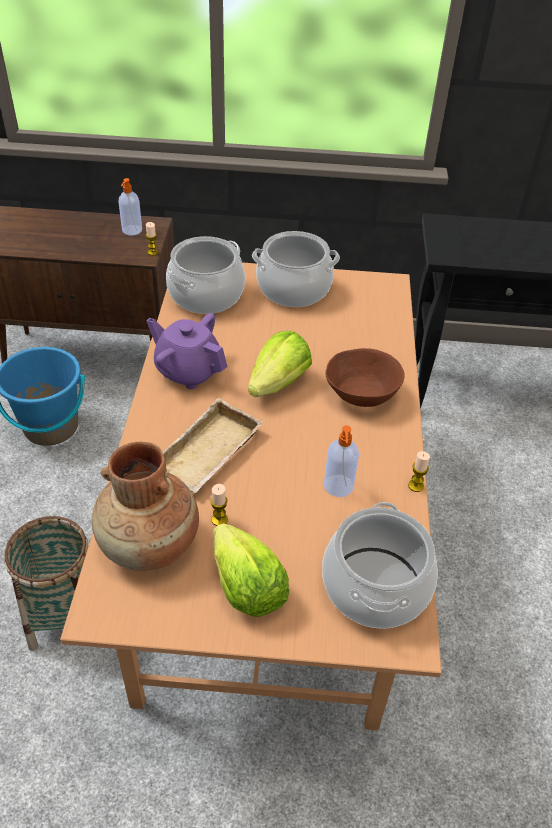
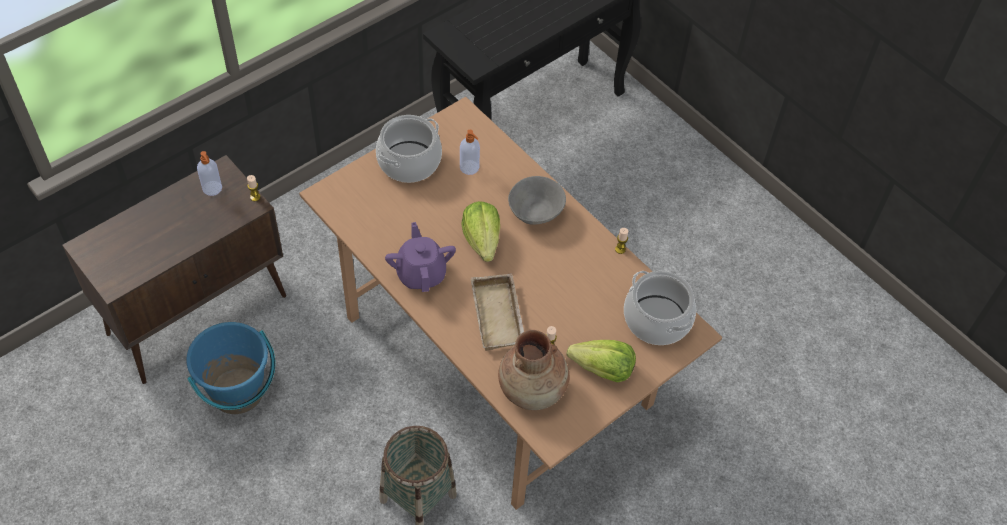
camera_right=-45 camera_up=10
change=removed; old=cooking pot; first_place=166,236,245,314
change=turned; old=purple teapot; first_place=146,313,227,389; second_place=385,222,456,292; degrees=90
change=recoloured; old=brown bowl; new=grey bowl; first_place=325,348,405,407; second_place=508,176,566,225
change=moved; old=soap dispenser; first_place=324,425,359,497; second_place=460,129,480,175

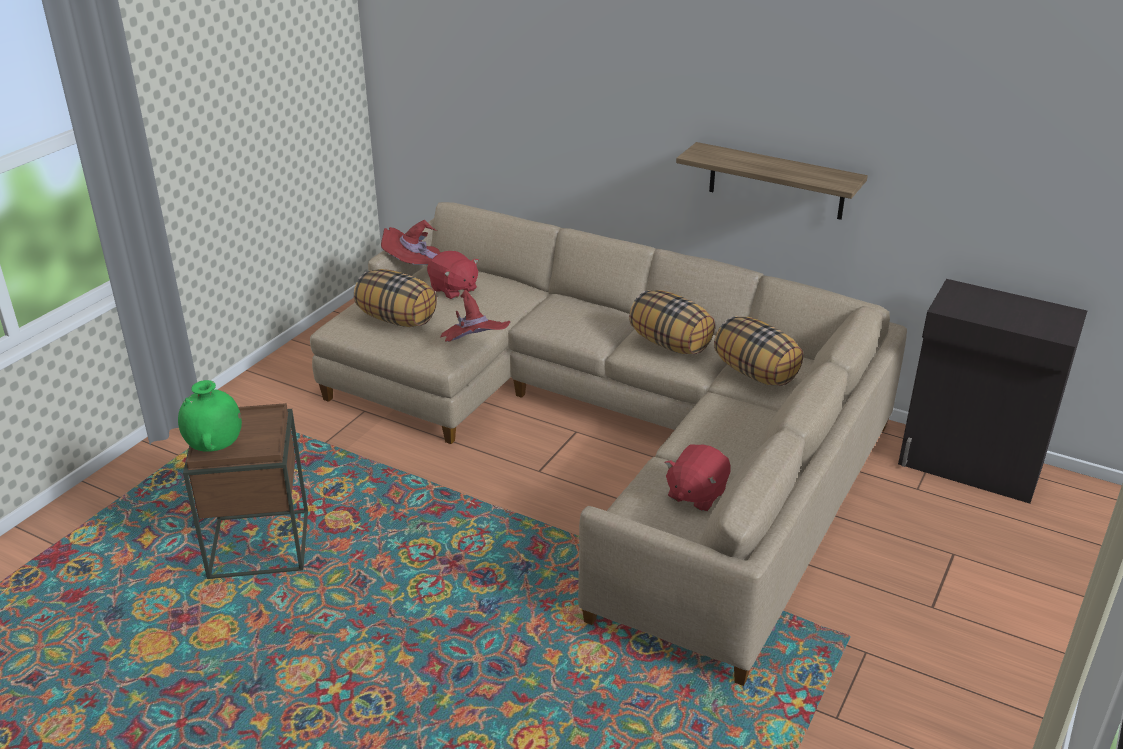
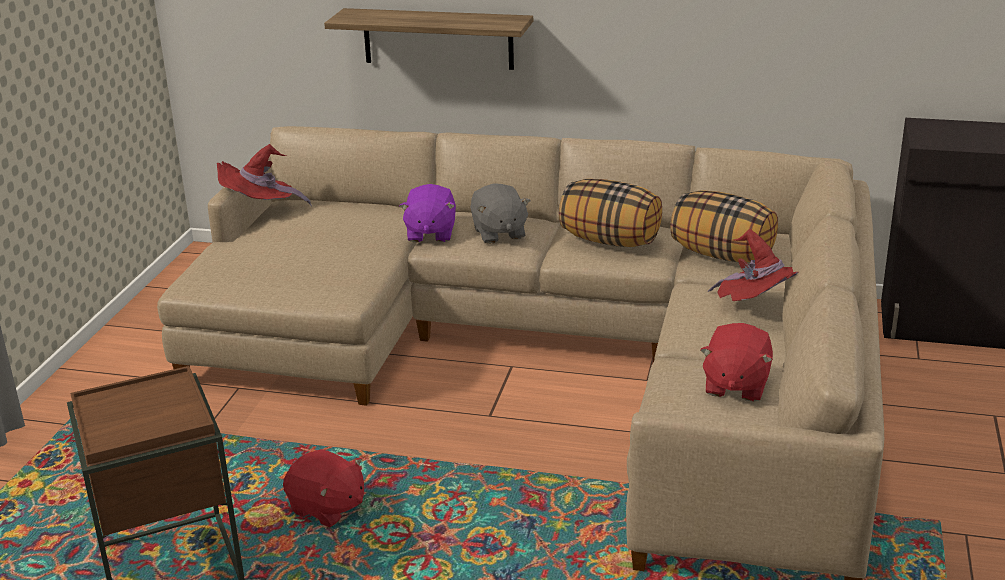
camera_right=-15 camera_up=-5
change=moved; old=shelf; first_place=676,142,868,220; second_place=324,8,533,70
change=moved; old=red plush toy; first_place=427,251,479,299; second_place=283,449,364,527
change=removed; old=pillow; first_place=354,269,437,327
change=moved; old=red hat; first_place=440,290,510,342; second_place=708,229,798,301
change=removed; old=green vase; first_place=178,380,242,452
change=added; new=grey plush toy; second_place=470,183,530,244
change=added; new=purple plush toy; second_place=399,184,456,242

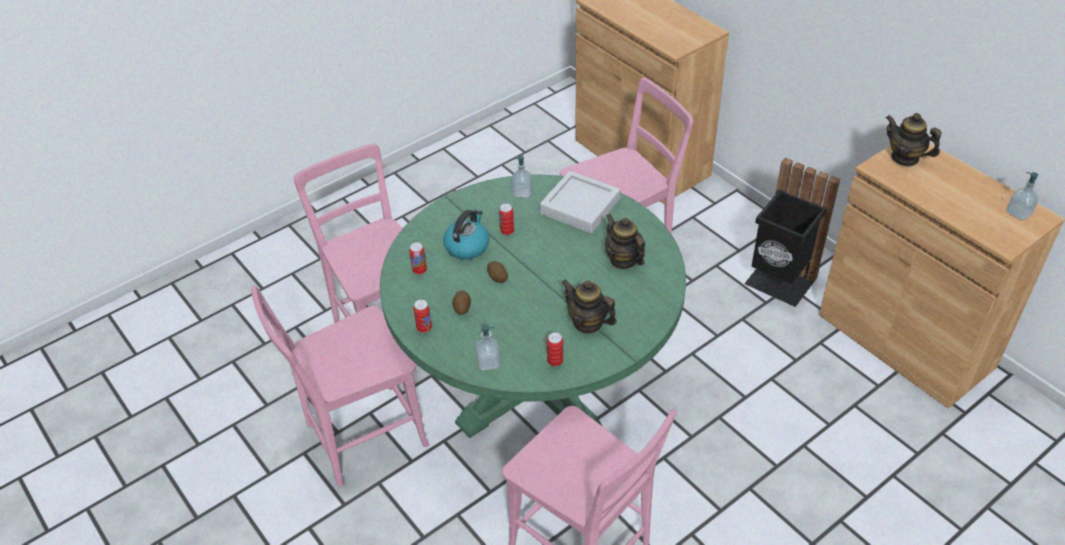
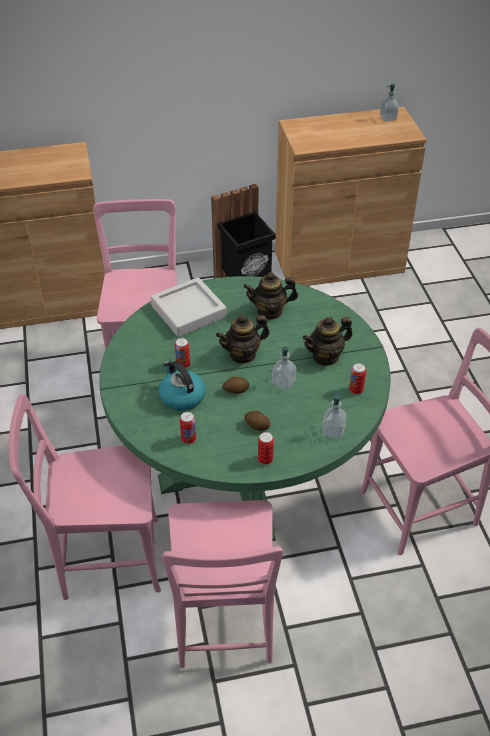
camera_right=-65 camera_up=0
change=moved; old=teapot; first_place=886,113,942,166; second_place=216,315,270,364
change=moved; old=soap dispenser; first_place=512,155,533,198; second_place=272,346,296,390

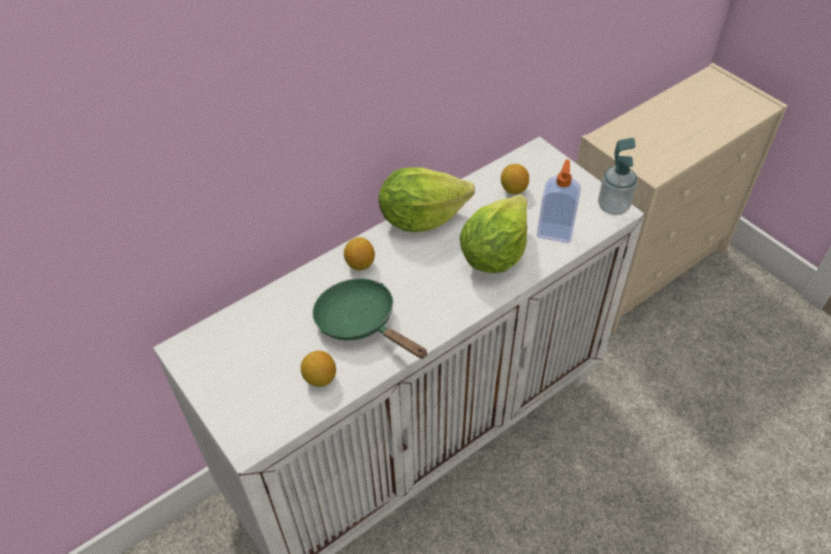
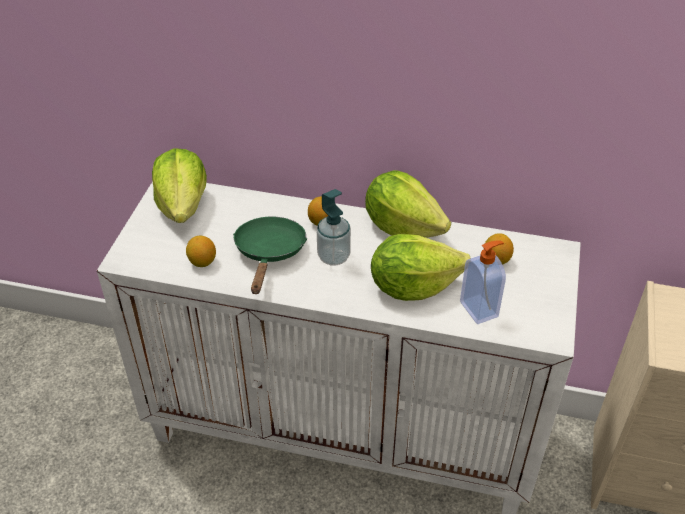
camera_right=50 camera_up=-5
change=moved; old=soap dispenser; first_place=598,138,637,215; second_place=317,189,351,265
change=added; new=lettuce; second_place=152,148,207,223

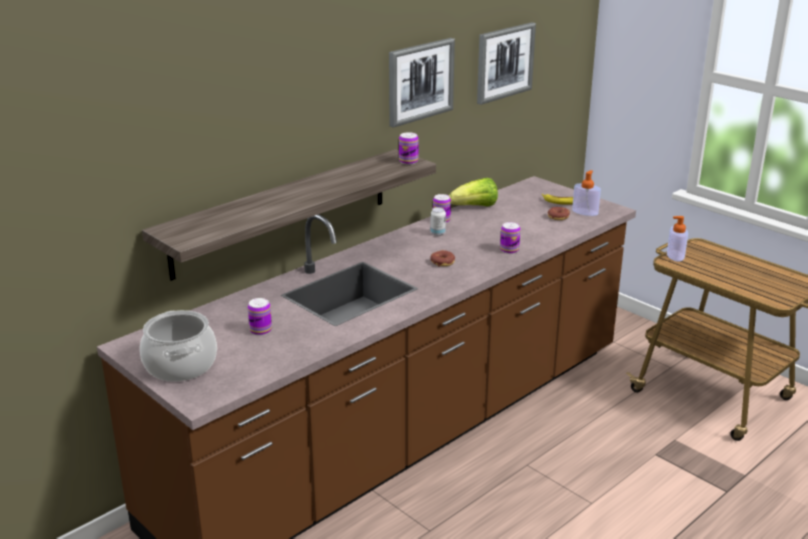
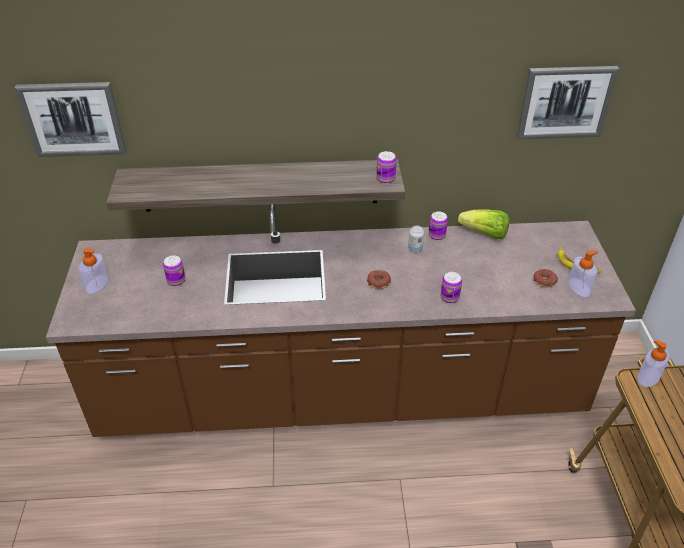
camera_right=40 camera_up=15
change=moved; old=picture; first_place=389,38,455,128; second_place=14,82,126,157
change=replaced; old=cooking pot; new=soap dispenser; first_place=140,310,217,382; second_place=79,248,108,294

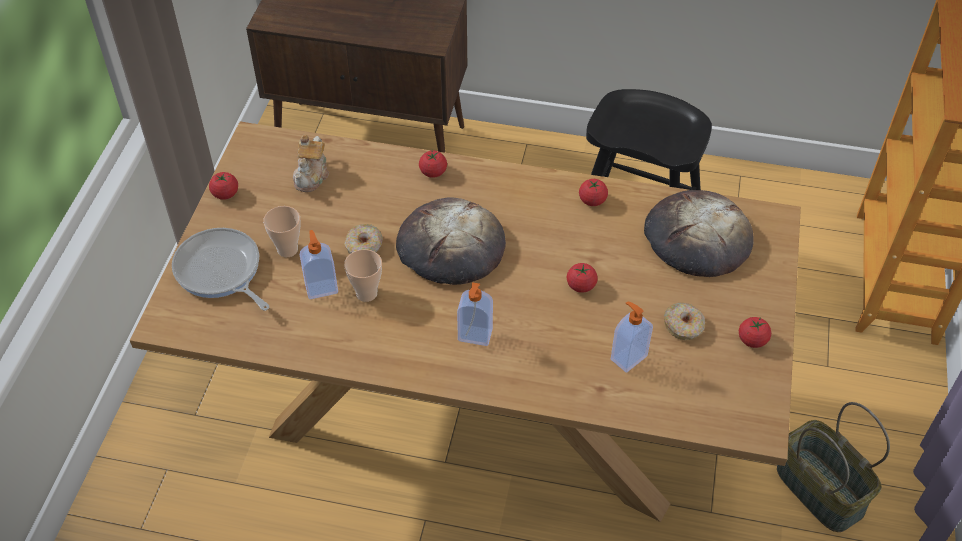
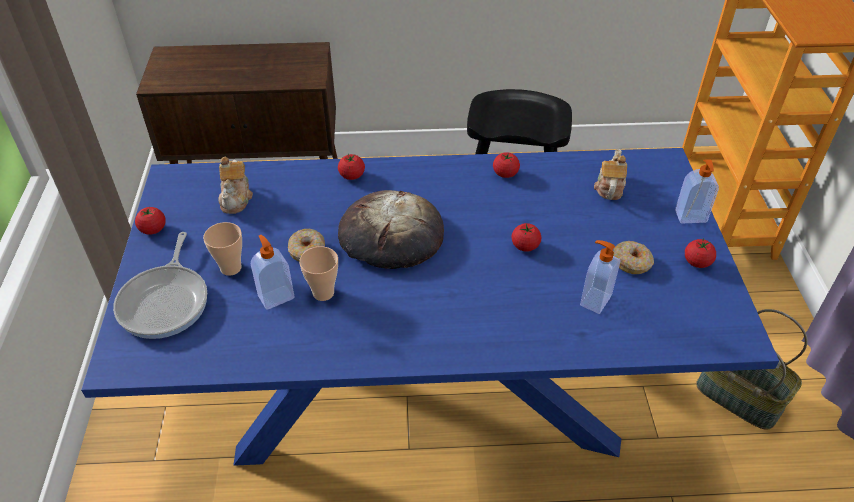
camera_right=-15 camera_up=-5
change=recoloured; old=brown dining table; new=blue dining table; first_place=130,122,801,522; second_place=81,148,779,466
change=replaced; old=bread; new=teapot; first_place=644,190,754,277; second_place=594,149,627,200
change=turned; old=frying pan; first_place=172,228,270,311; second_place=113,232,207,339; degrees=-120
change=moved; old=soap dispenser; first_place=457,282,493,346; second_place=675,159,719,223

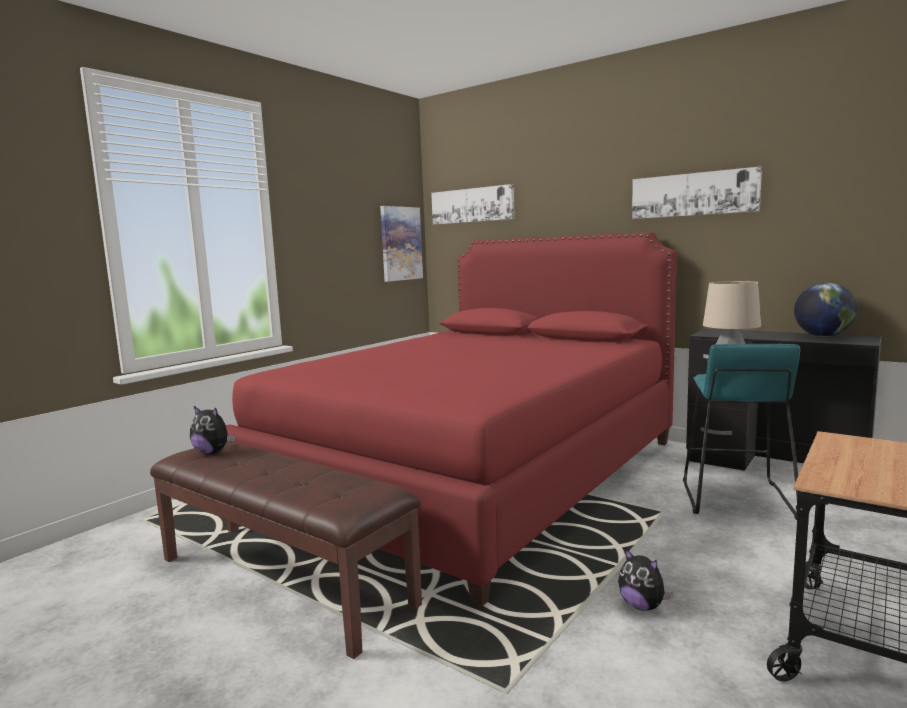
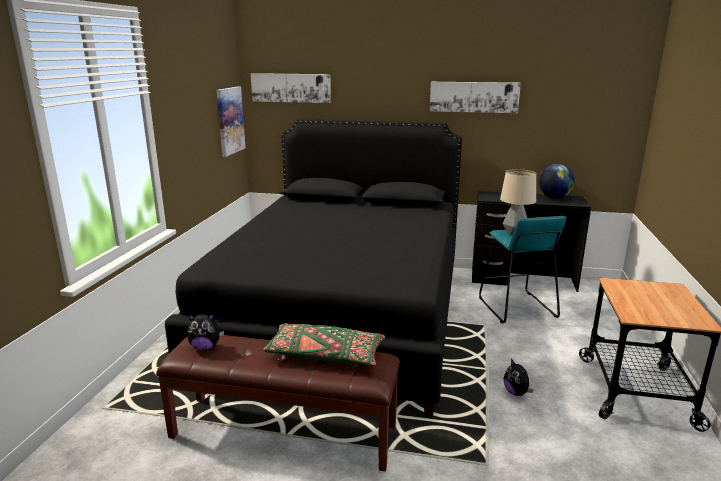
camera_right=-25 camera_up=10
change=recoloured; old=red bed; new=black bed; first_place=226,232,677,607; second_place=165,119,462,416
change=turned; old=plush toy; first_place=618,549,673,611; second_place=504,359,533,396; degrees=45
change=added; new=green pillow; second_place=263,323,385,366

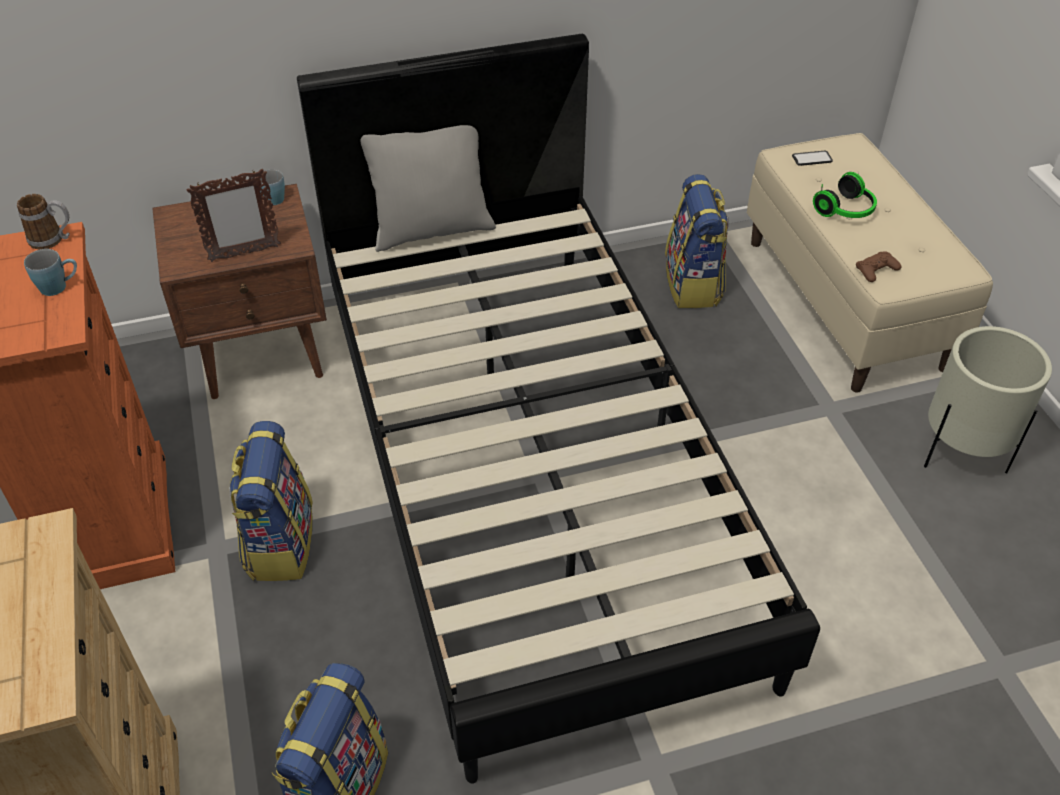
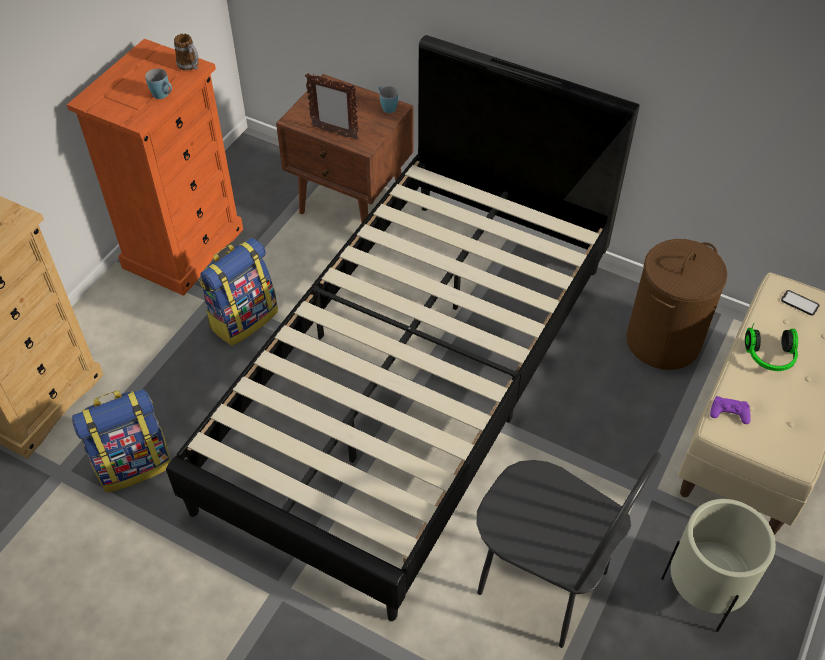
camera_right=45 camera_up=5
change=removed; old=grey pillow; first_place=360,125,496,252
change=replaced; old=backpack; new=brown laundry basket; first_place=665,174,728,308; second_place=626,239,728,370
change=recoloured; old=brown game controller; new=purple game controller; first_place=856,251,901,282; second_place=710,396,751,424
change=added; new=black chair; second_place=476,452,661,648

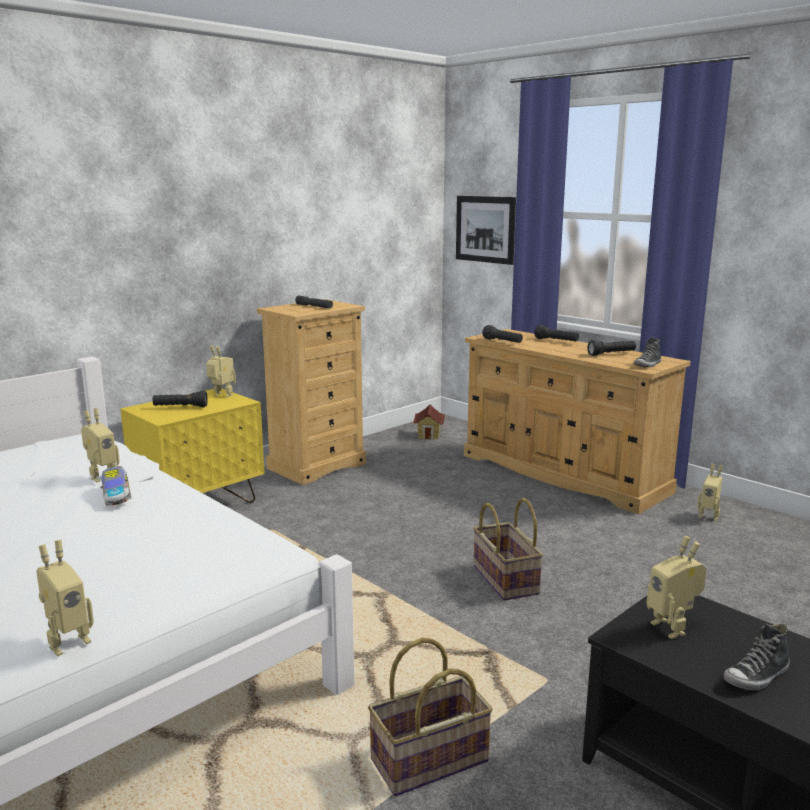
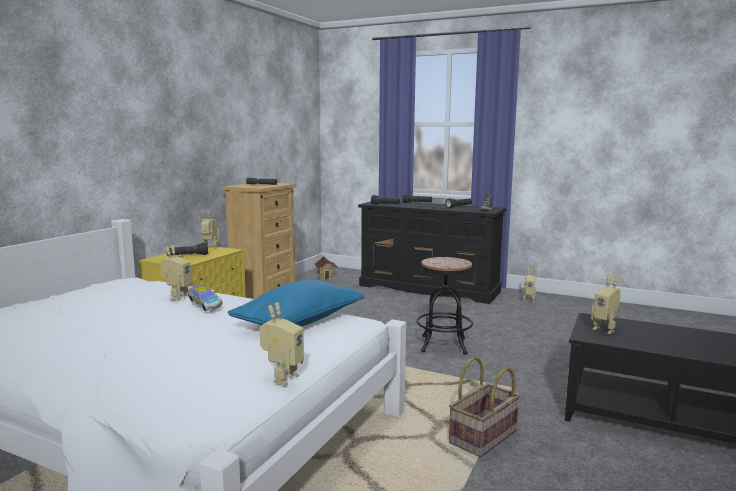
camera_right=-20 camera_up=-5
change=removed; old=picture; first_place=456,196,516,265
change=recoloured; old=beige dresser; new=black dresser; first_place=464,329,691,514; second_place=358,201,506,304
change=replaced; old=basket; new=black stool; first_place=473,498,543,601; second_place=416,257,473,354
change=removed; old=shoe; first_place=724,623,790,690
change=added; new=blue pillow; second_place=228,280,364,327

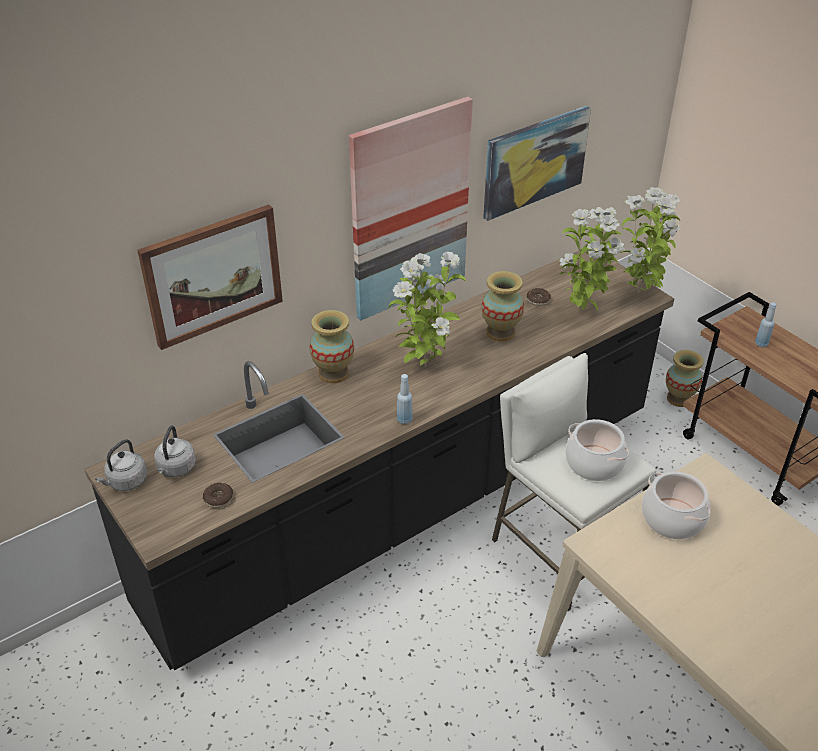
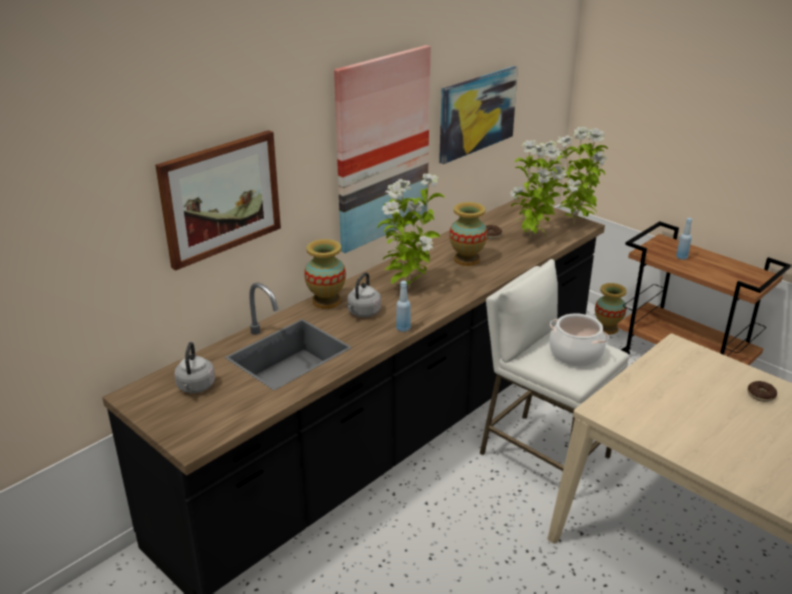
camera_right=-10 camera_up=-10
change=moved; old=grey kettle; first_place=95,439,147,491; second_place=347,272,381,317
change=removed; old=cooking pot; first_place=642,471,711,539
change=moved; old=donut; first_place=203,483,233,508; second_place=747,381,777,402

